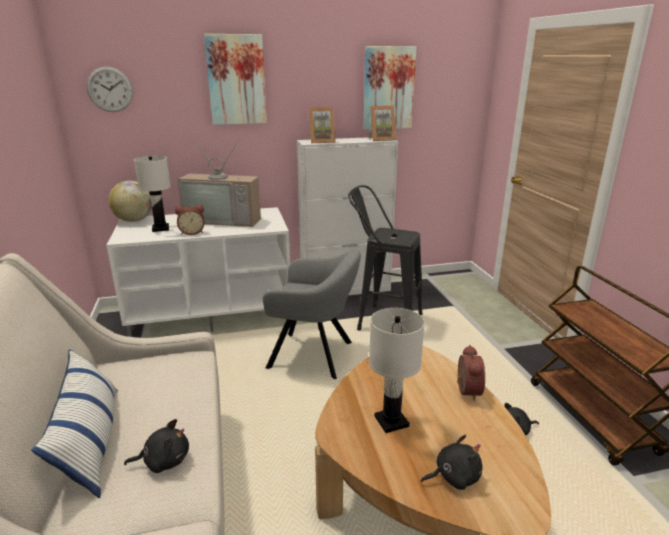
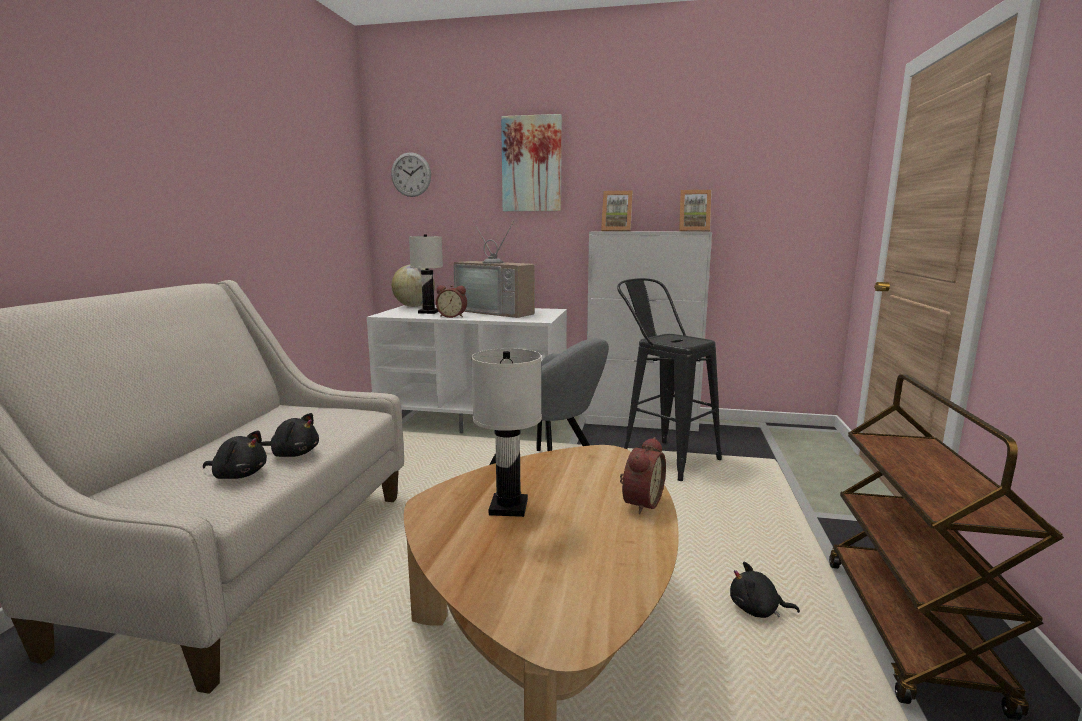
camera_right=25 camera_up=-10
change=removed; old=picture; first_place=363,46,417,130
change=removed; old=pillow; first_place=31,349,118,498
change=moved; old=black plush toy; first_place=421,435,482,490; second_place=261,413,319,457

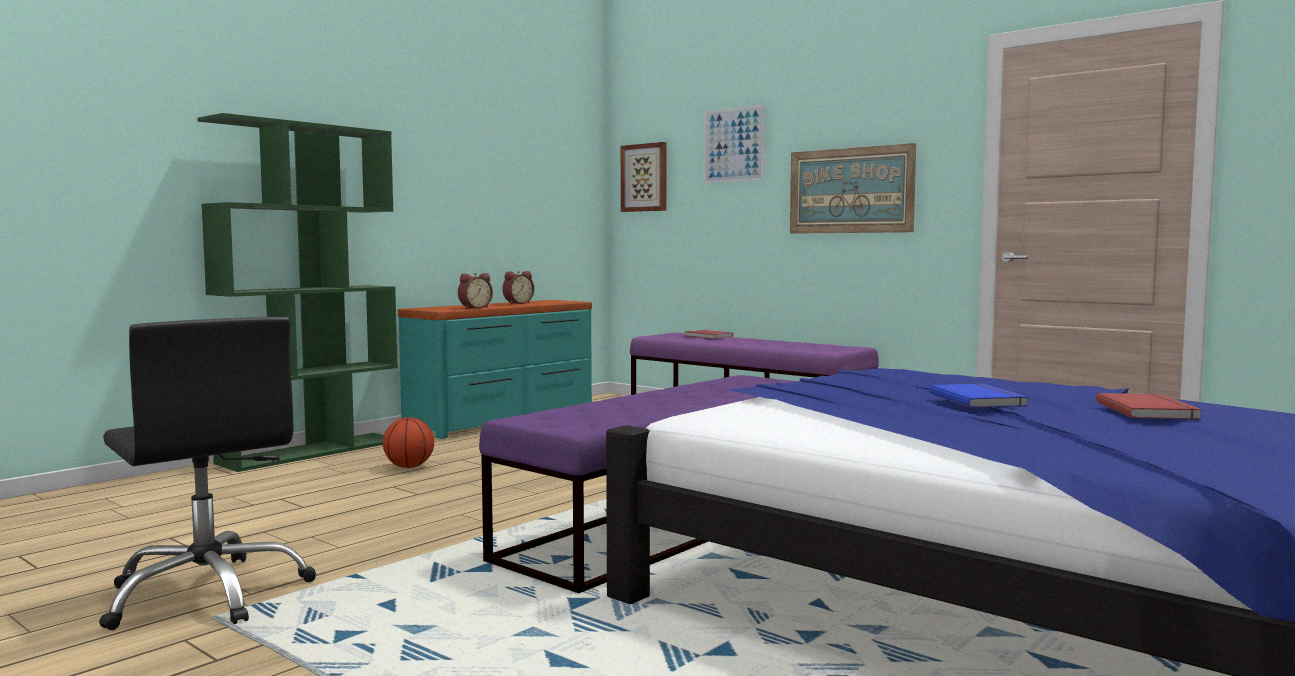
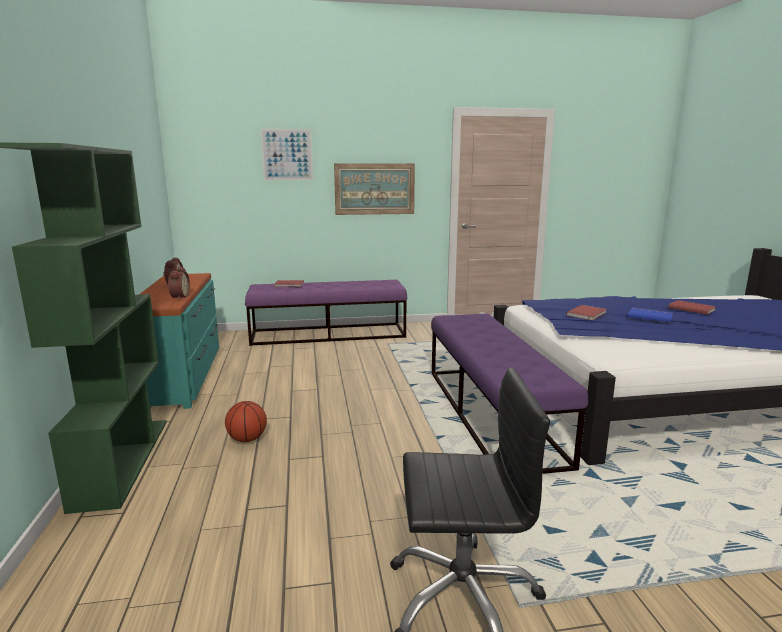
camera_right=-50 camera_up=10
change=removed; old=picture; first_place=621,142,667,212
change=added; new=red book; second_place=566,305,607,320

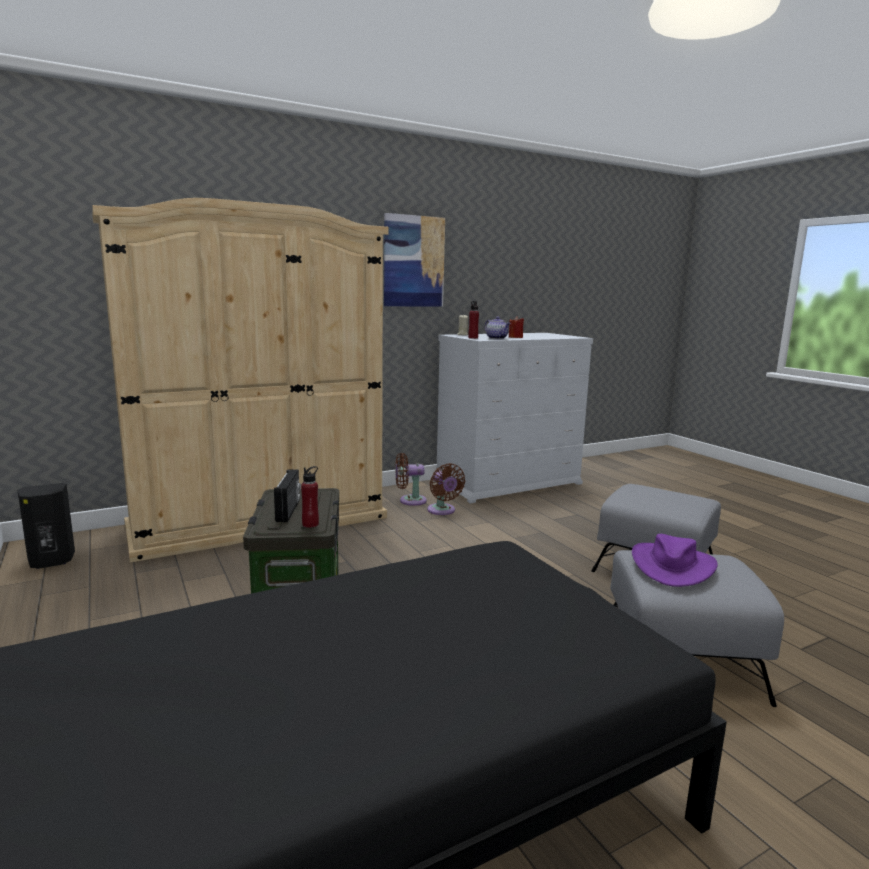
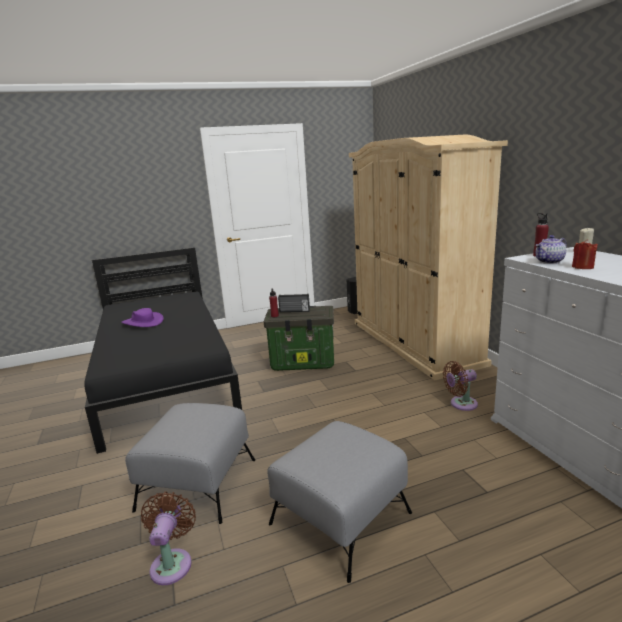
camera_right=100 camera_up=5
change=removed; old=picture; first_place=384,213,445,307
change=moved; old=brown fan; first_place=395,453,427,506; second_place=141,491,196,585
change=moved; old=purple hat; first_place=632,534,718,587; second_place=121,308,164,327

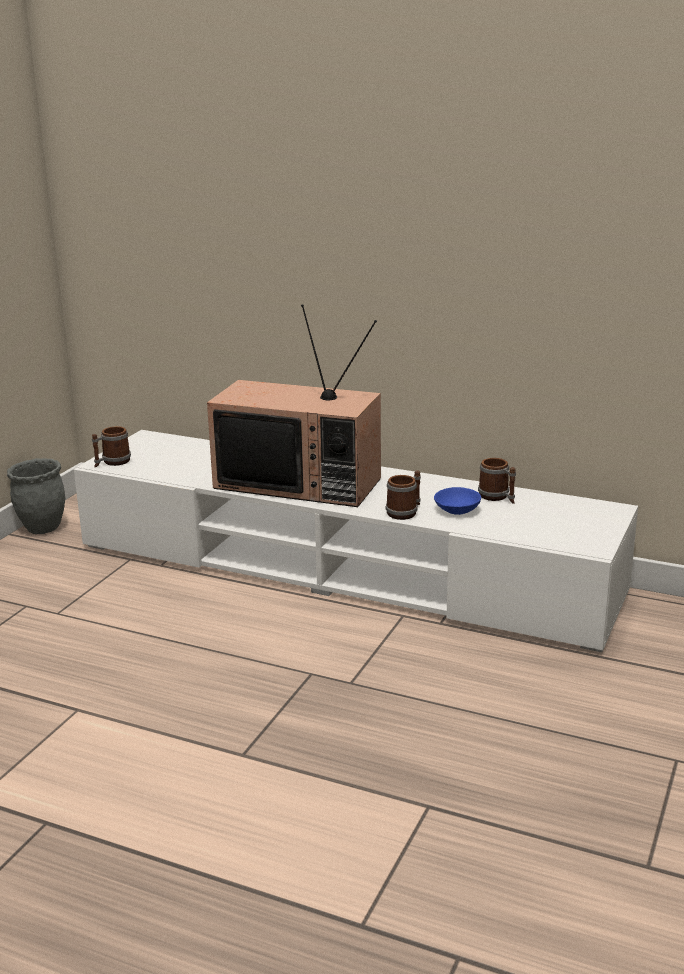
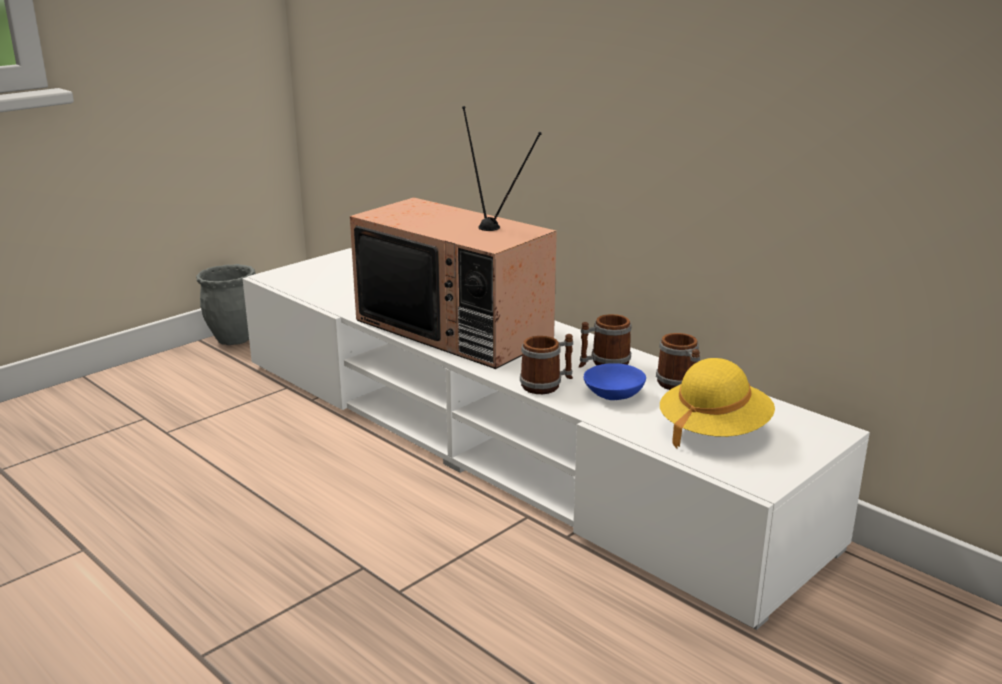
camera_right=20 camera_up=0
change=moved; old=mug; first_place=92,426,131,467; second_place=579,314,632,368
change=added; new=yellow hat; second_place=660,358,775,448

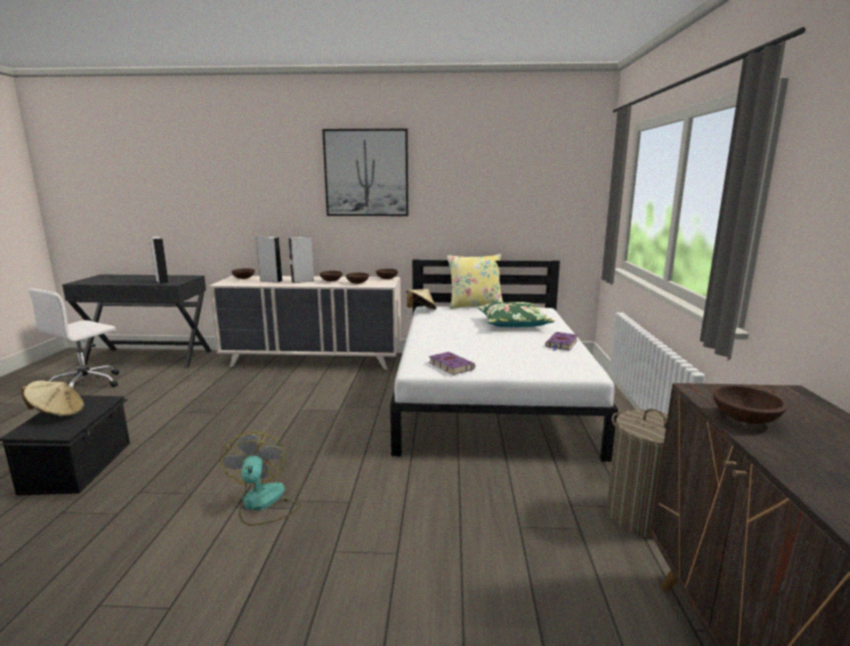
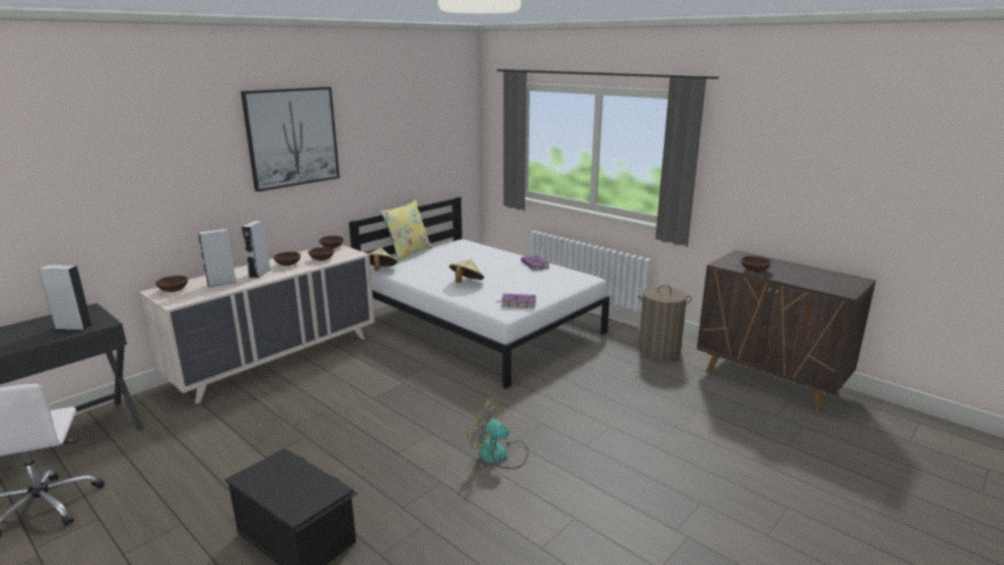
camera_right=-50 camera_up=5
change=removed; old=green pillow; first_place=478,302,554,327
change=moved; old=beige hat; first_place=21,380,84,417; second_place=449,259,484,283

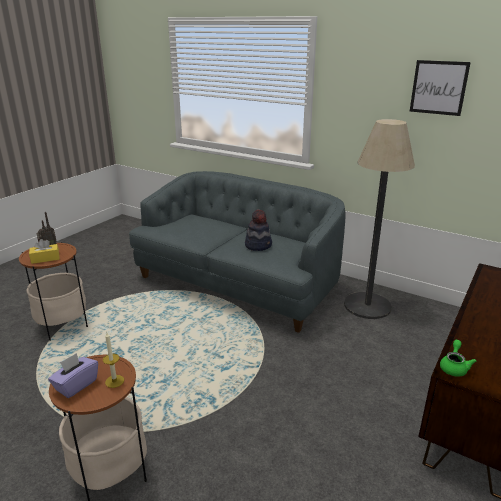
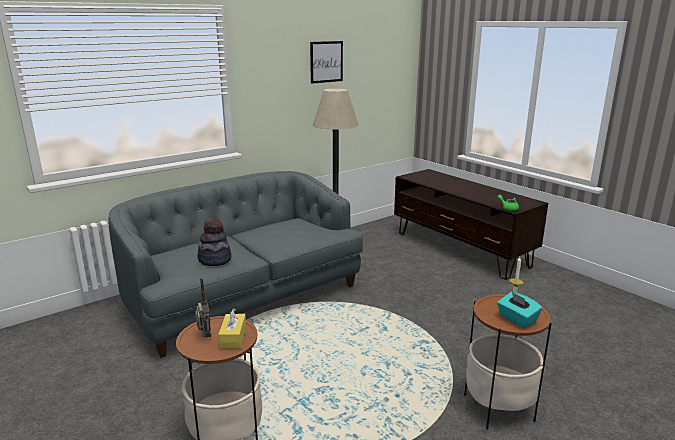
camera_right=-70 camera_up=-5
change=moved; old=hat; first_place=245,210,272,251; second_place=197,218,232,266
change=recoloured; old=purple tissue box; new=turquoise tissue box; first_place=48,353,98,398; second_place=497,292,542,328

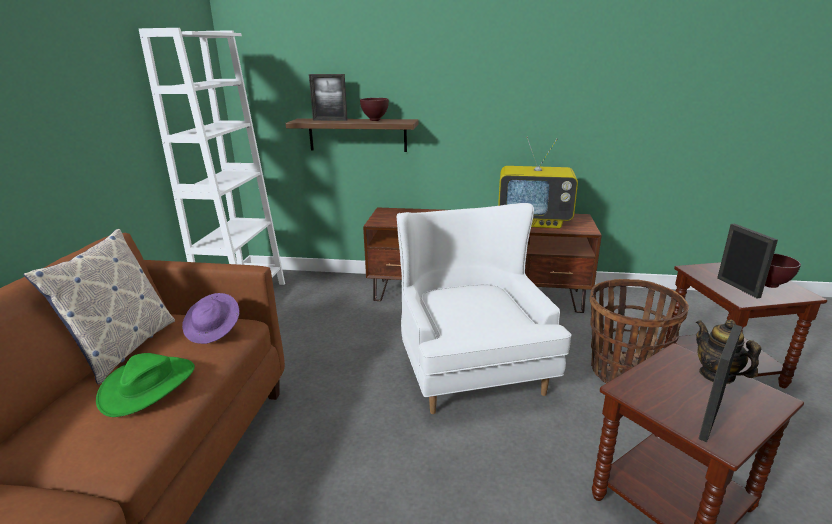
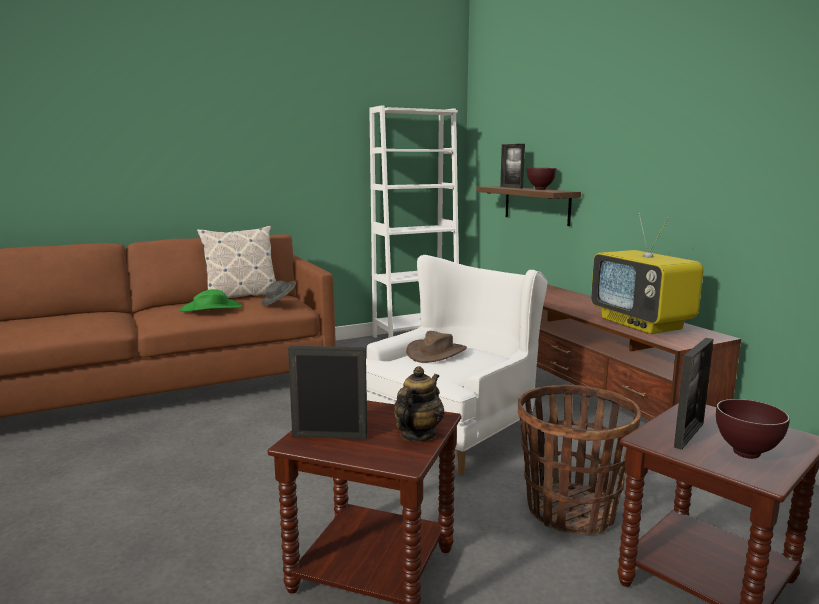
camera_right=55 camera_up=-10
change=recoloured; old=purple hat; new=grey hat; first_place=182,293,239,344; second_place=261,281,296,306
change=added; new=brown hat; second_place=406,331,467,363

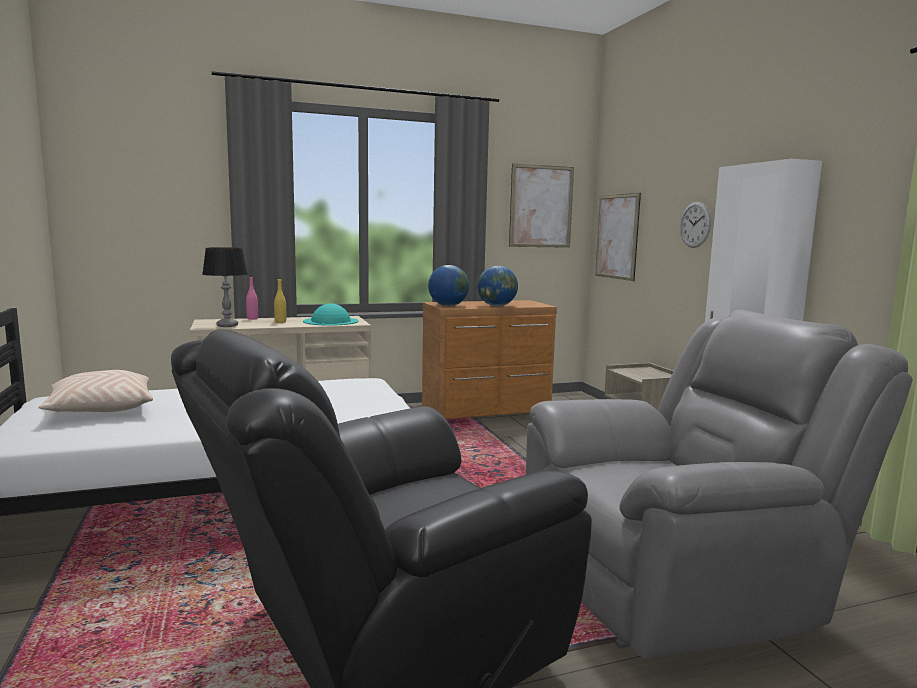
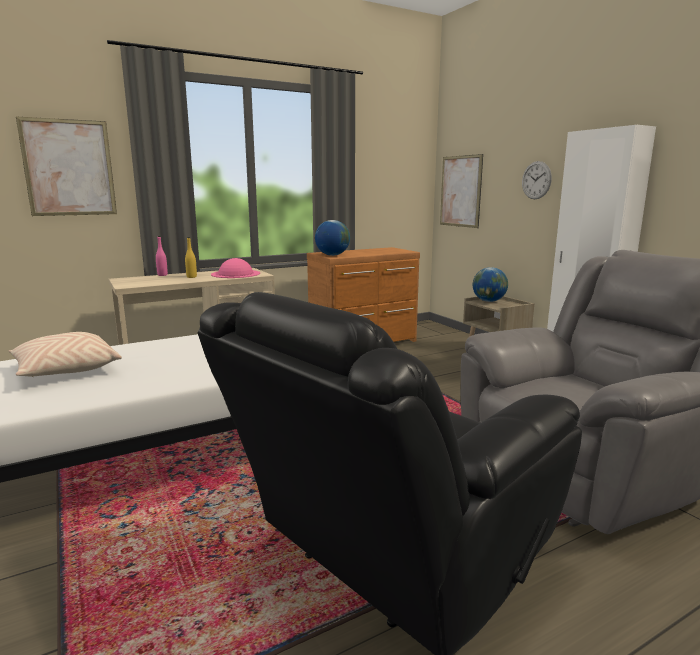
camera_right=-10 camera_up=5
change=moved; old=picture; first_place=509,164,574,248; second_place=16,117,117,216
change=removed; old=table lamp; first_place=202,247,248,327
change=moved; old=globe; first_place=477,266,518,306; second_place=473,267,508,302
change=recoloured; old=turquoise hat; new=pink hat; first_place=303,304,359,326; second_place=211,258,260,278

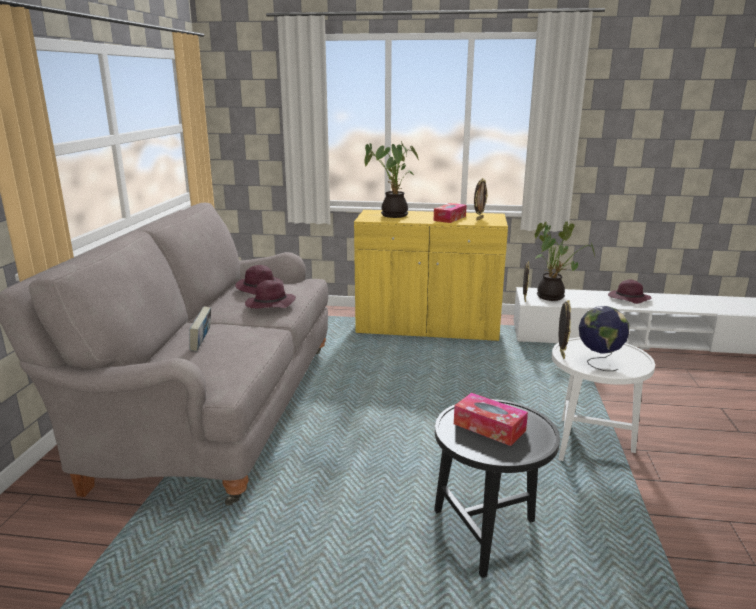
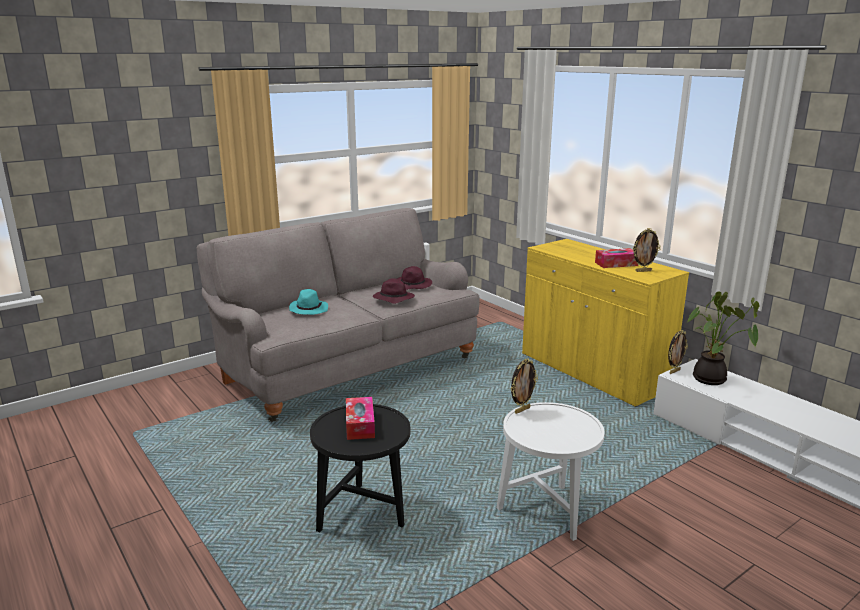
camera_right=45 camera_up=0
change=removed; old=potted plant; first_place=364,141,419,218
change=removed; old=purple hat; first_place=608,279,651,304
change=replaced; old=book; new=turquoise hat; first_place=189,306,211,351; second_place=289,289,328,315
change=removed; old=globe; first_place=579,306,630,371

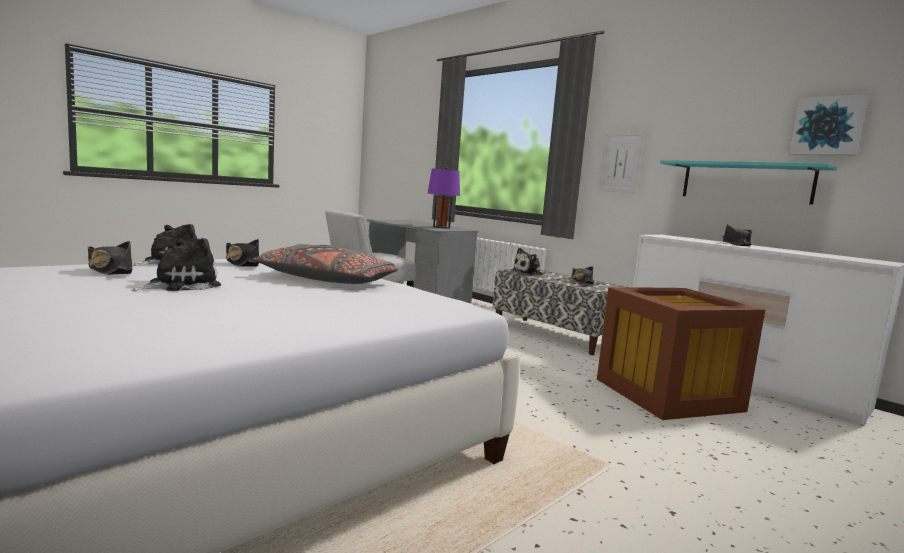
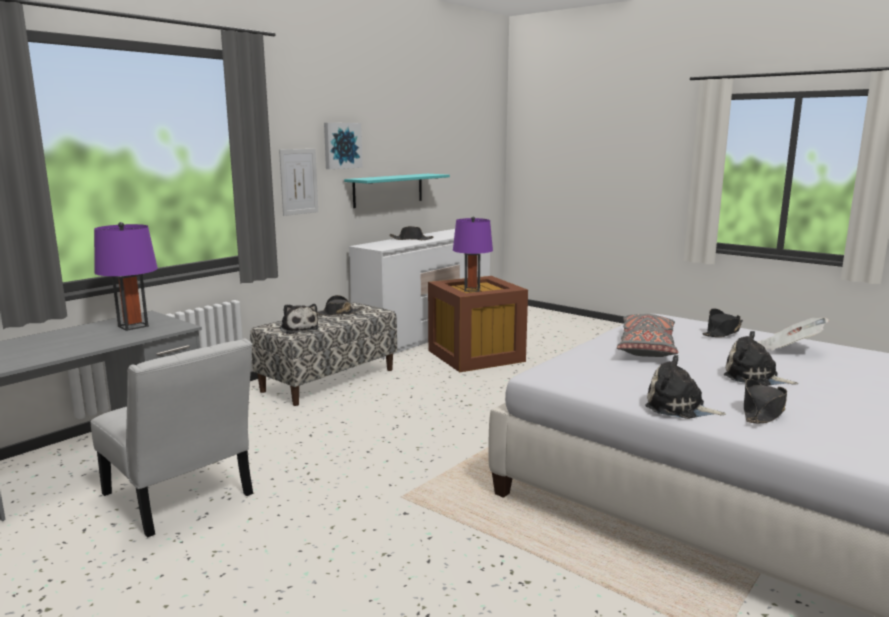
camera_right=-95 camera_up=5
change=moved; old=picture; first_place=789,94,868,155; second_place=324,123,363,169
change=moved; old=black hat; first_place=226,239,259,267; second_place=703,308,743,337
change=added; new=purple table lamp; second_place=453,217,493,292
change=added; new=newspaper; second_place=758,318,829,350

